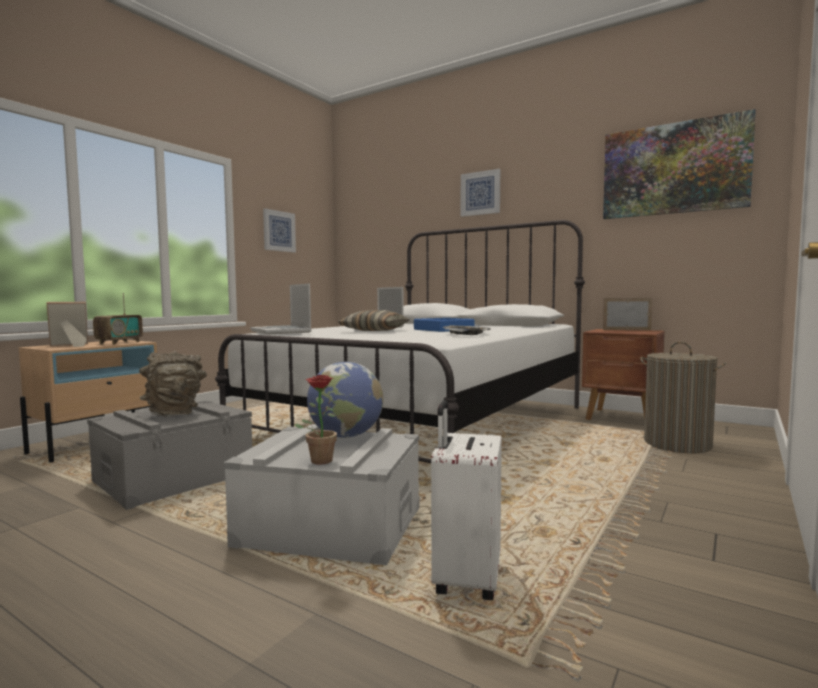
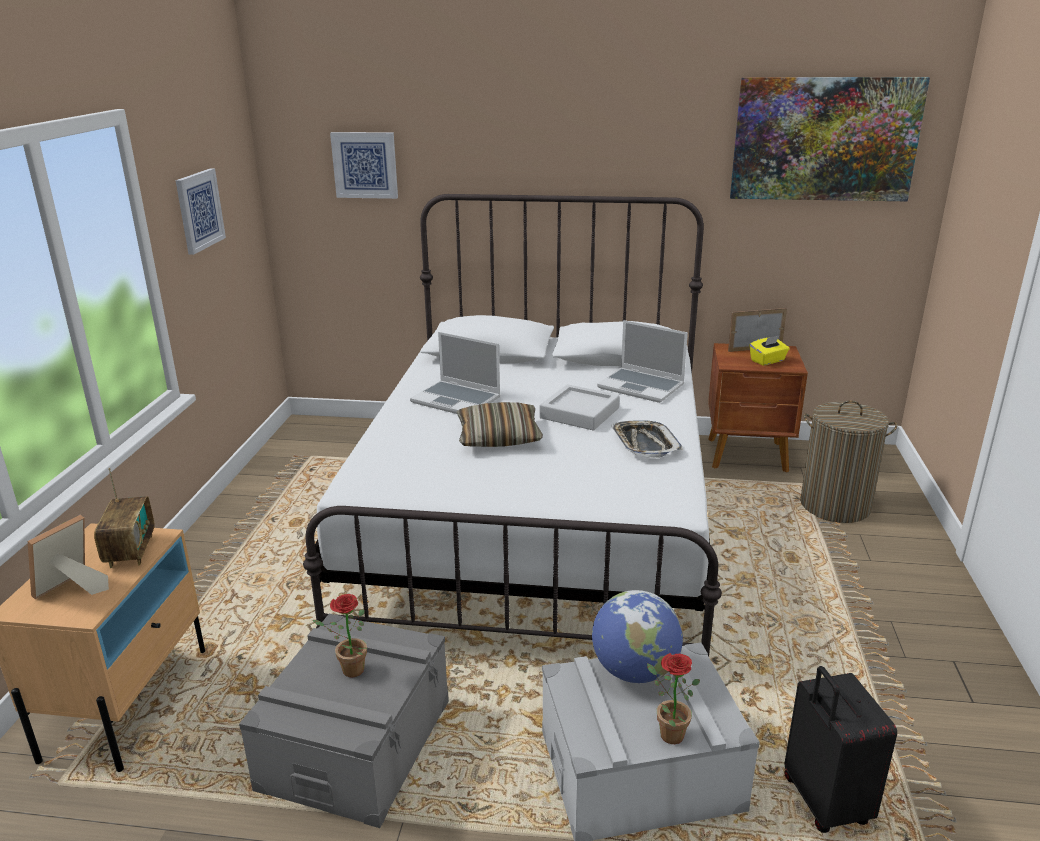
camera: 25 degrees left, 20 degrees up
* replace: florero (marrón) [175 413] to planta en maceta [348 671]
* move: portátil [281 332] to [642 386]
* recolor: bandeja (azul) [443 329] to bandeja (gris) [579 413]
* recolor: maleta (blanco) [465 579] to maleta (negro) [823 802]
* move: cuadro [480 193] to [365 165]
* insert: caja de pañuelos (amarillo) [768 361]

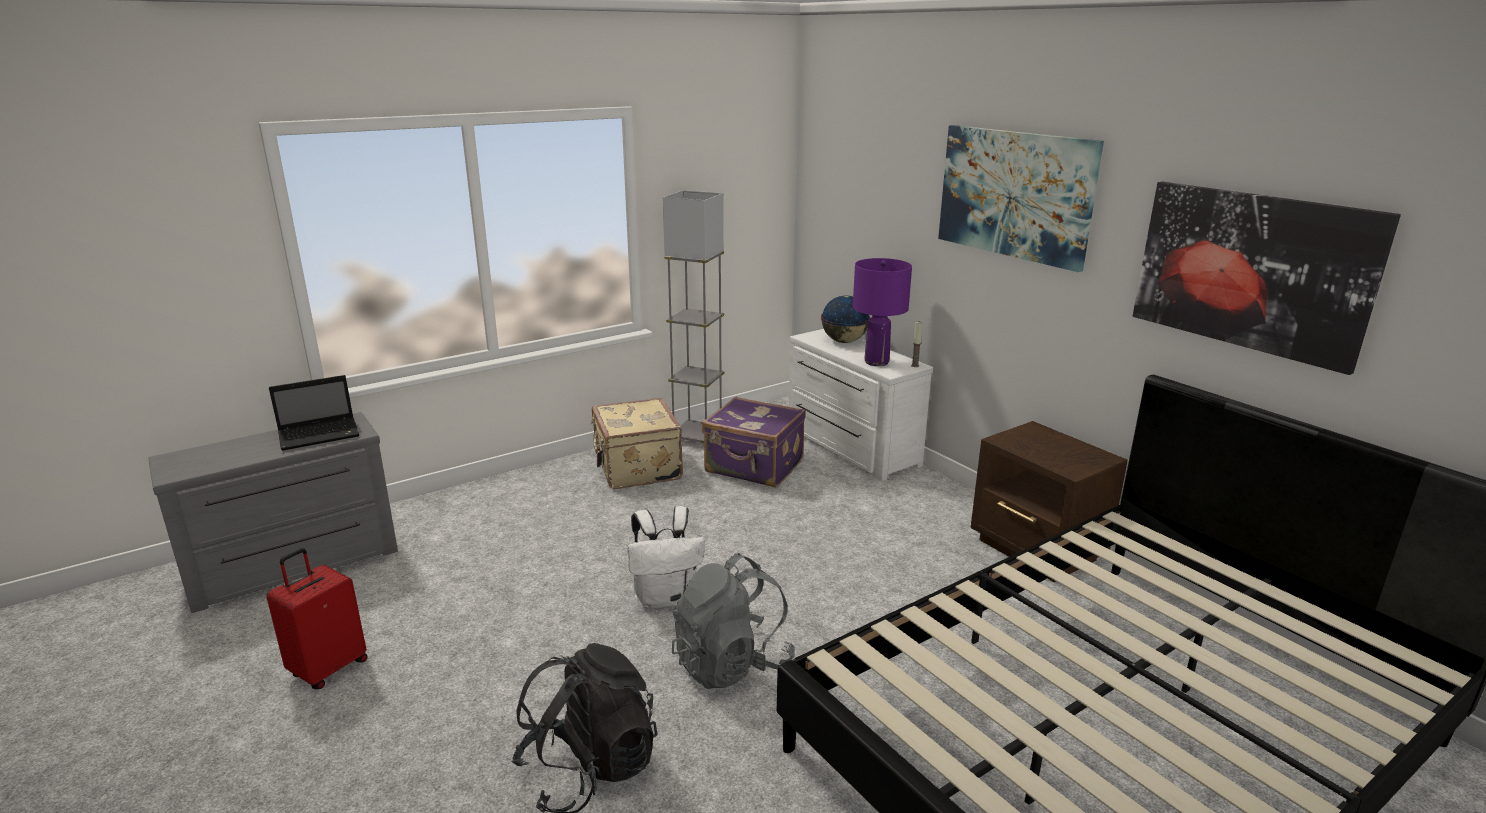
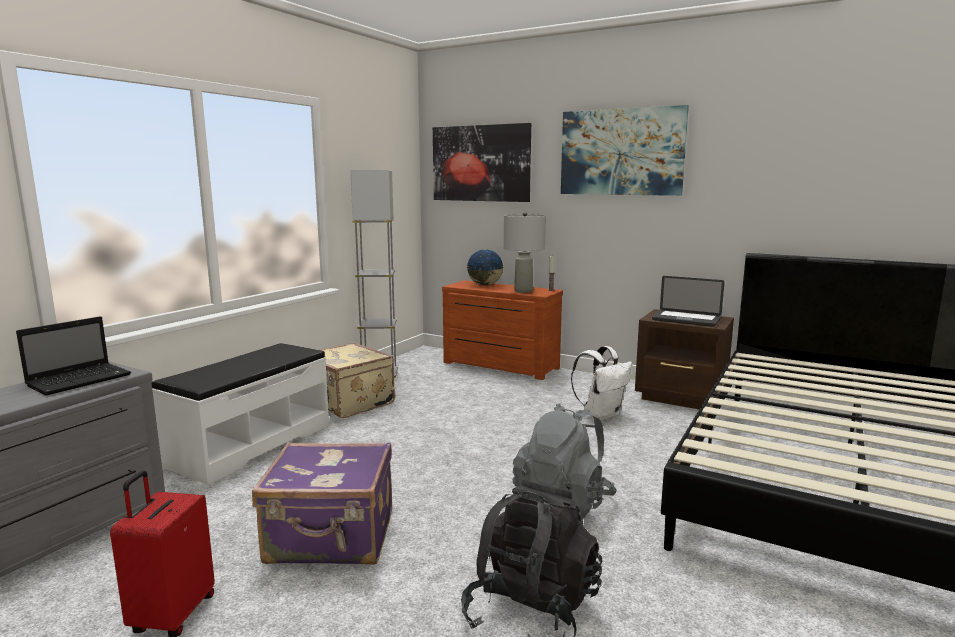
camera: 25 degrees left, 10 degrees down
* move: mochila (blanco) [665 597] to [601 414]
* move: maleta (morado) [754 467] to [332 538]
* recolor: cómoda (blanco) [849 447] to cómoda (marrón) [499 366]
* recolor: lámpara de mesa (morado) [876 362] to lámpara de mesa (gris) [523 291]
* move: cuadro [1251 271] to [481 163]
* insert: banco (blanco) [250 444]
* insert: portátil [686 319]

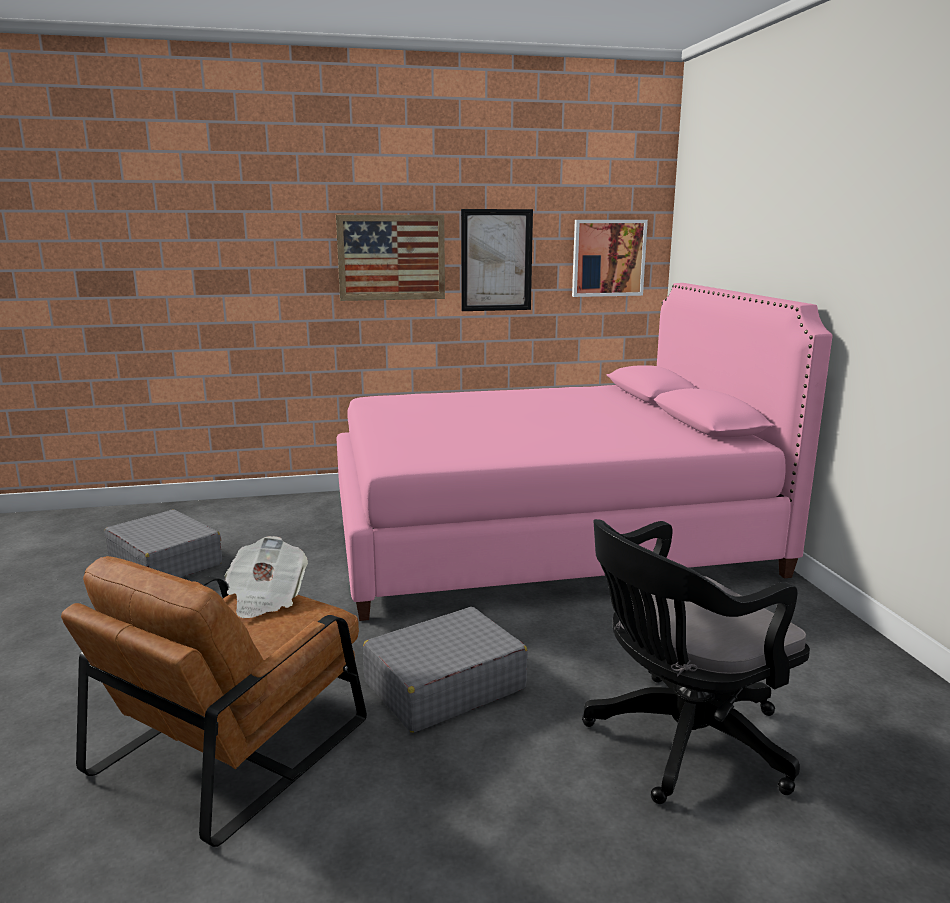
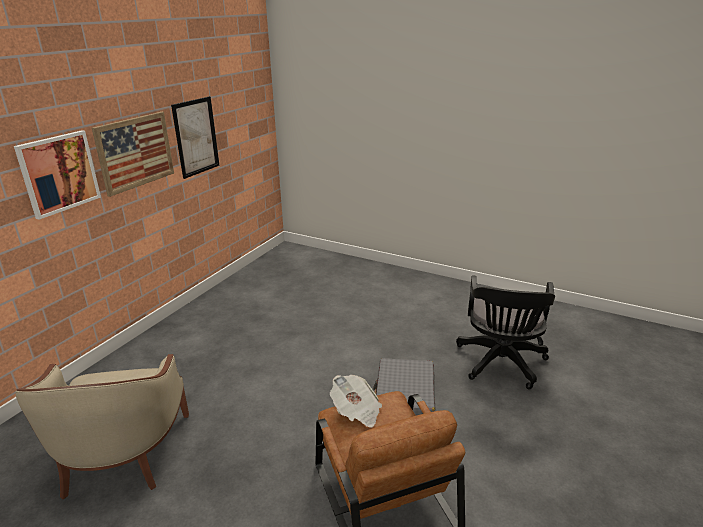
camera: 50 degrees left, 10 degrees up
* replace: maleta (gris) [165 562] to sillón (beis) [121 454]
* delete: cama (rosa) [542 535]
* move: cuadro [608 258] to [59 173]

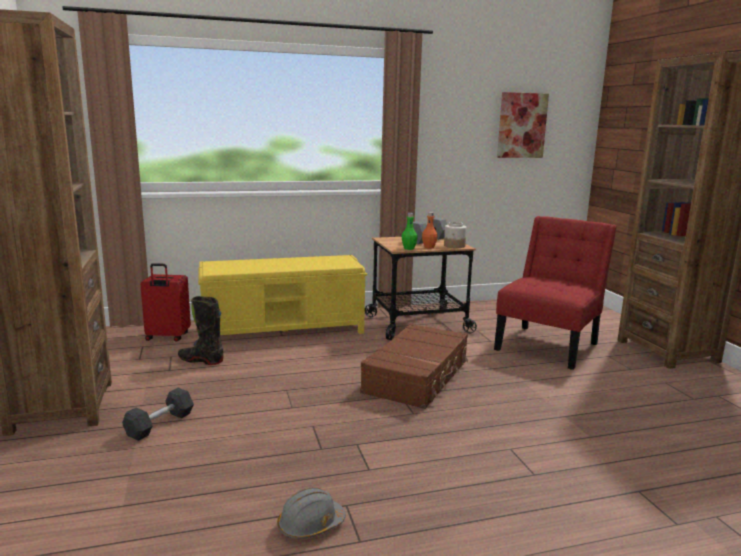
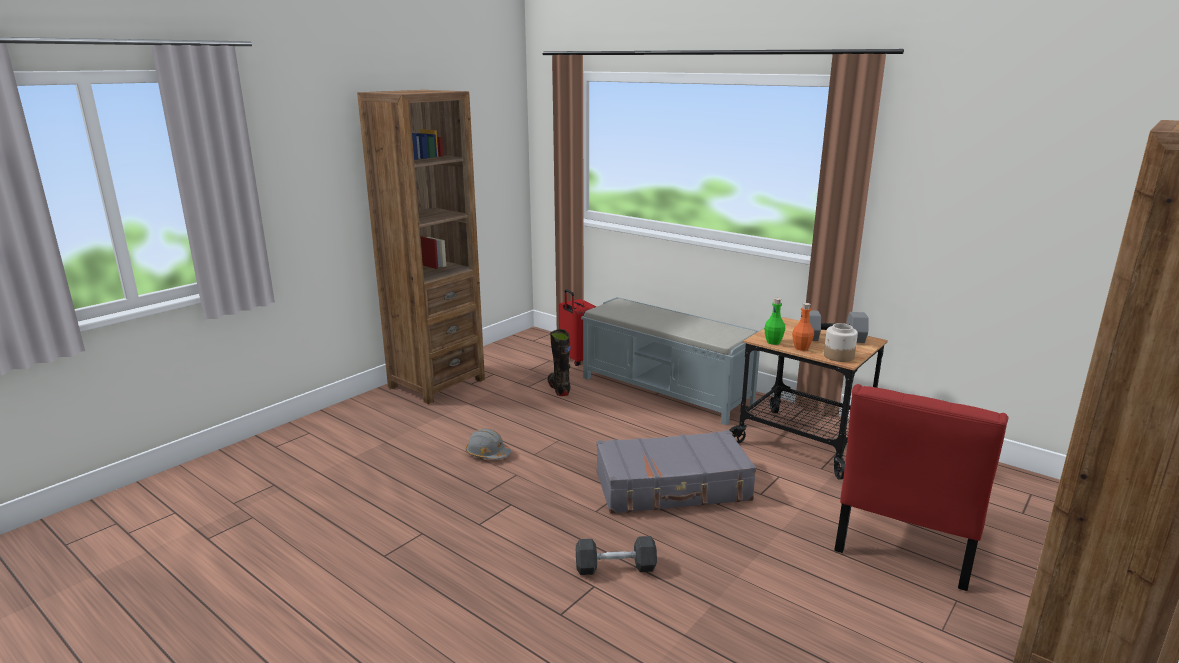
camera: 55 degrees right, 5 degrees up
* move: mancuerna (gris) [160 424] to [615 567]
* recolor: banco (amarillo) [284 330] to banco (gris) [667 390]
* move: casco (gris) [310 525] to [487 454]
* recolor: maleta (marrón) [417 377] to maleta (gris) [673 487]
* rotate: silla (rojo) [549 345] = [904 542] 120 degrees clockwise
* delete: cuadro [521 125]

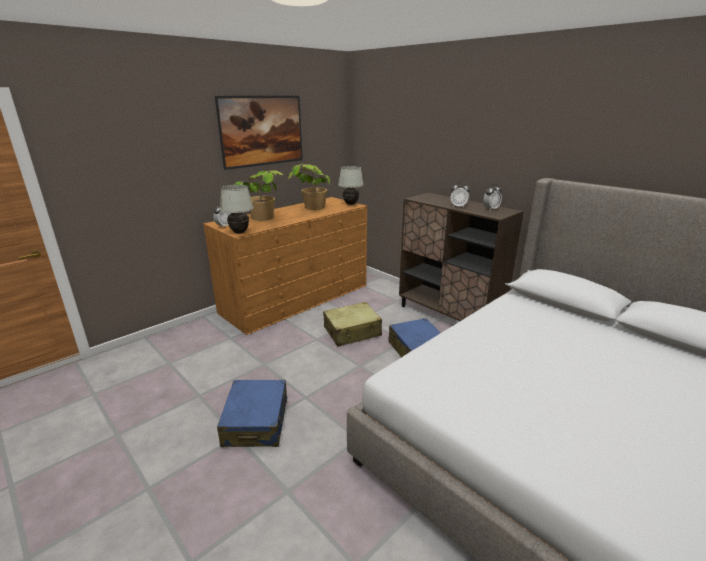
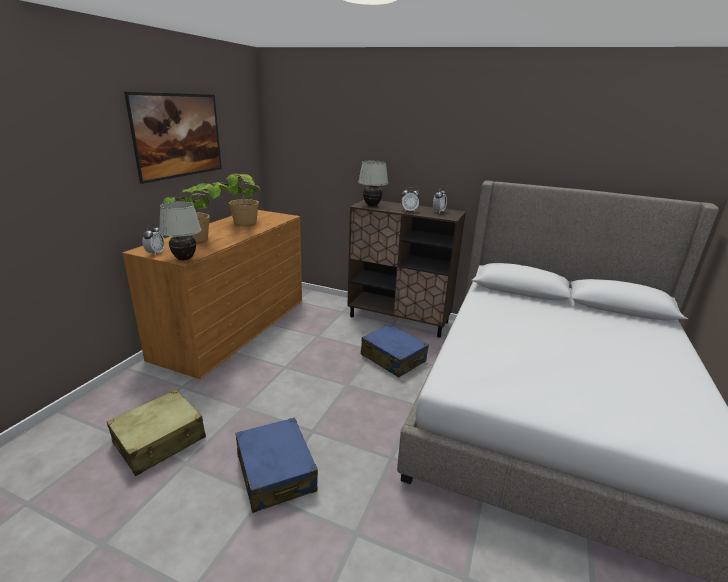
camera: 25 degrees left, 0 degrees up
* move: maleta (beis) [352 332] to [160 440]
* move: lámpara de mesa (blanco) [350 204] to [372 205]

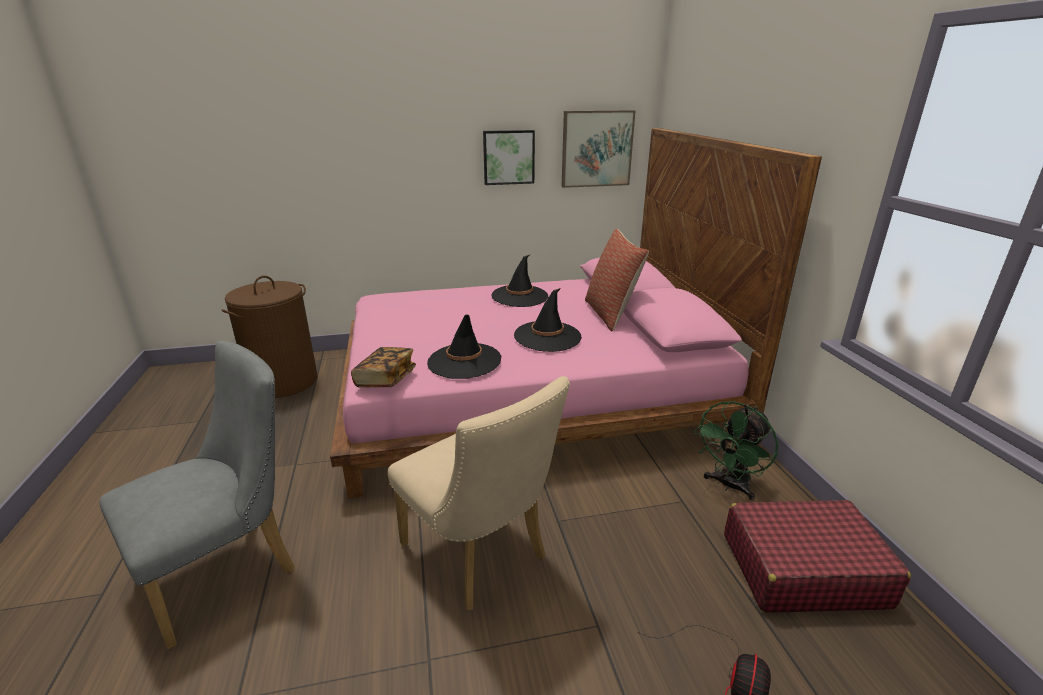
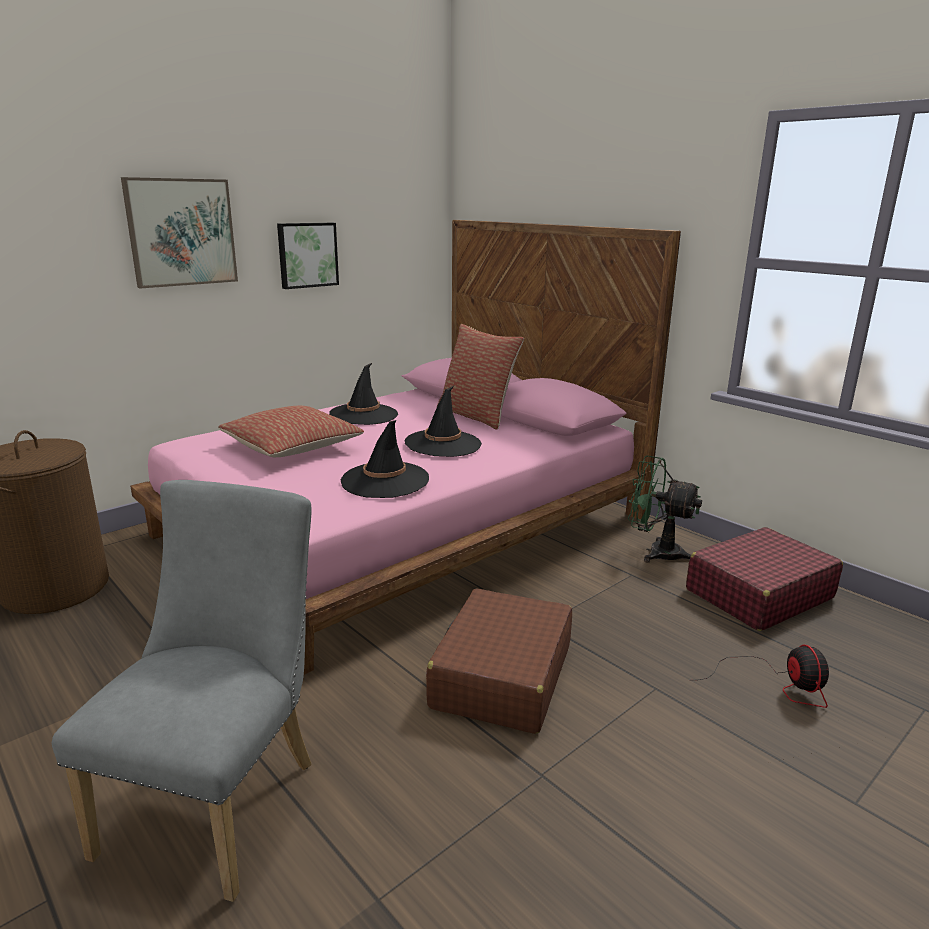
camera: 30 degrees left, 5 degrees down
* delete: libro [385 379]
* replace: silla (beis) [480 556] to maleta (marrón) [501 676]
* move: cuadro [596 149] to [181 232]
* rotate: ventilador (verde) [729 485] = [656 552] 105 degrees clockwise
* insert: cojín [292 447]

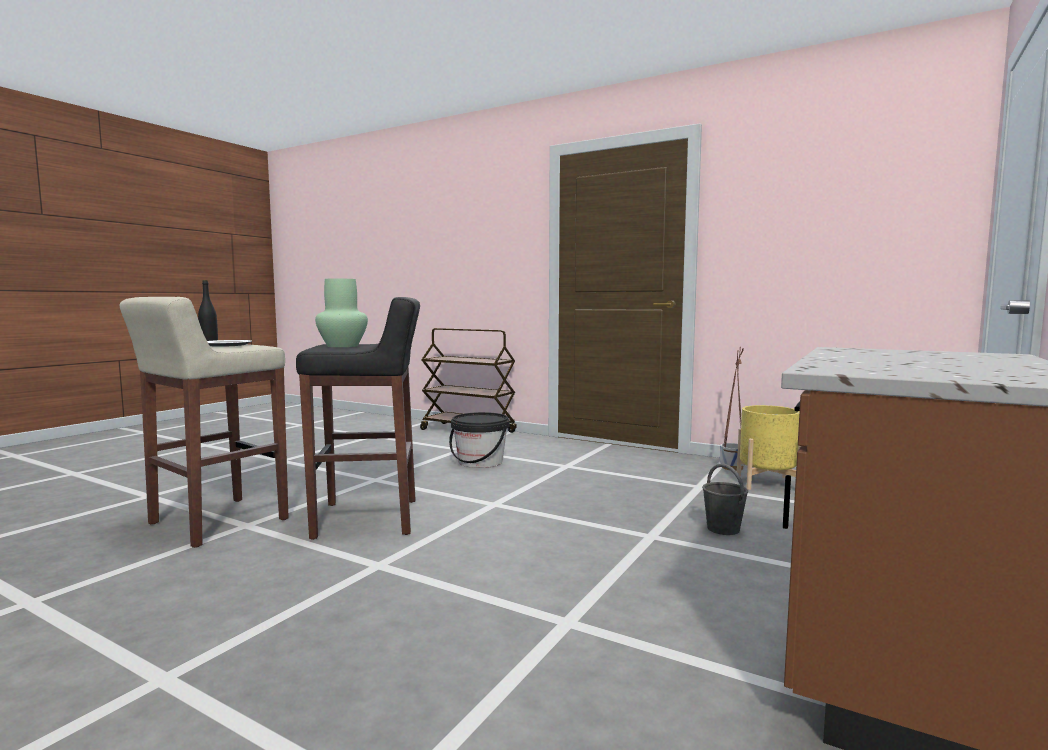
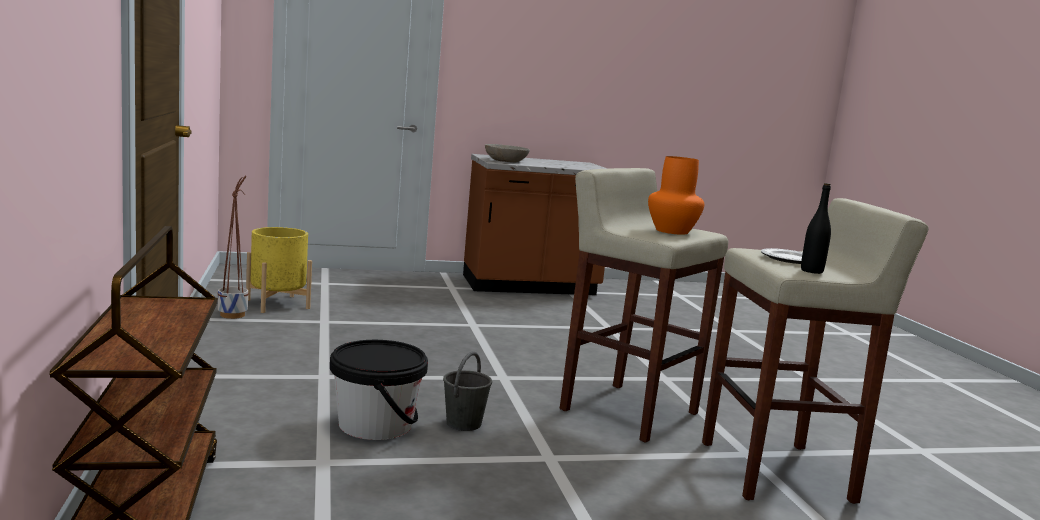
camera: 135 degrees left, 5 degrees up
* recolor: taburete (negro) [369 518] to taburete (beis) [627 411]
* recolor: florero (verde) [343 346] to florero (naranja) [671 231]
* move: cubo (gris) [723 529] to [464 423]
* insert: cuenco (gris) [506 161]

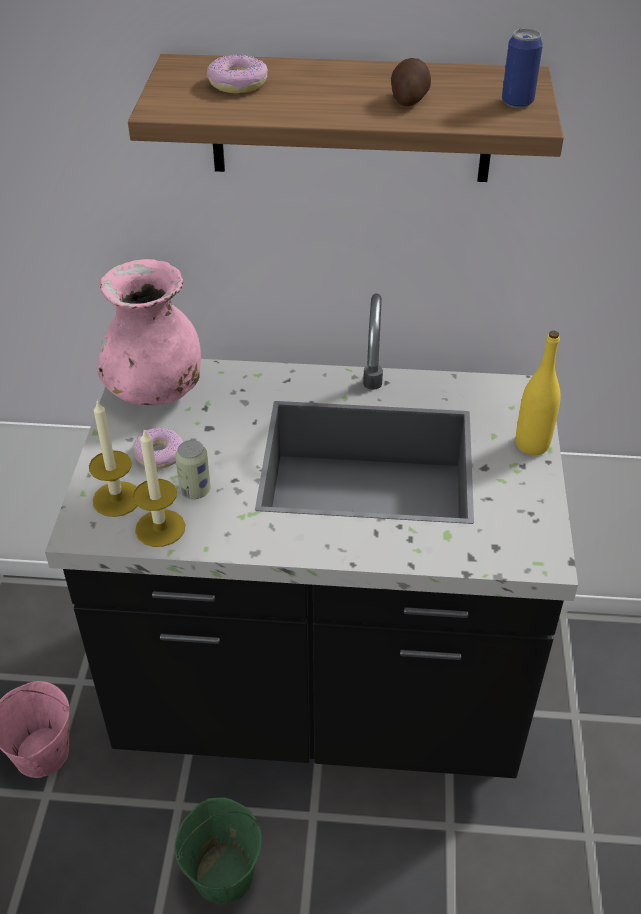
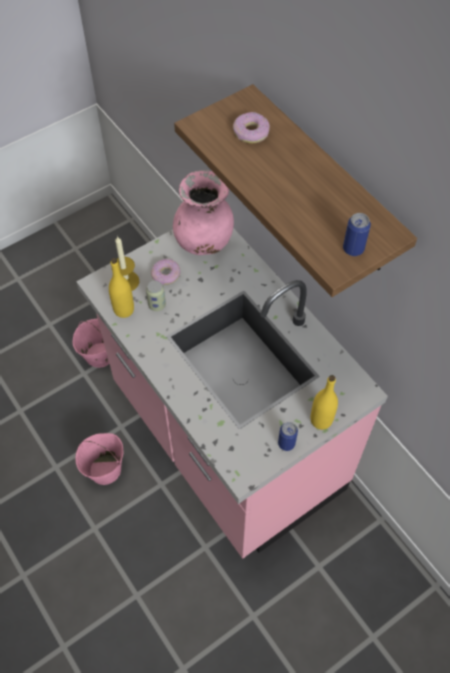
camera: 50 degrees right, 15 degrees up
* recolor: mueble bajo de cocina (negro) [320 694] to mueble bajo de cocina (rosa) [225 439]
* replace: vela [160 528] to botella (amarillo) [124 310]
* recolor: cubo (verde) [223 874] to cubo (rosa) [105 469]
* delete: patata [409 99]
* insert: lata [286 443]

